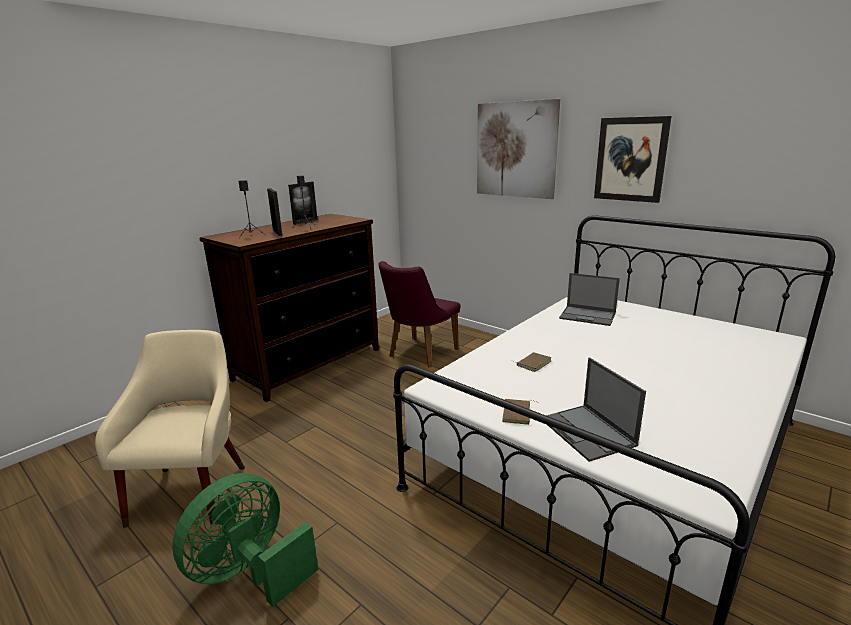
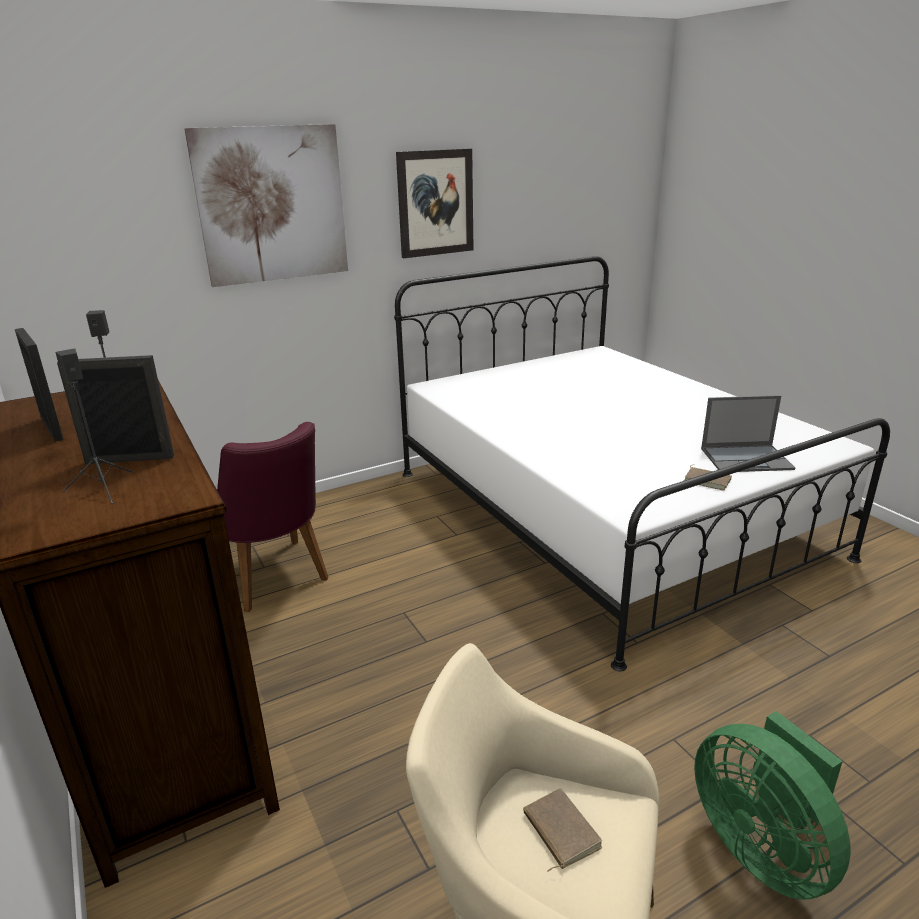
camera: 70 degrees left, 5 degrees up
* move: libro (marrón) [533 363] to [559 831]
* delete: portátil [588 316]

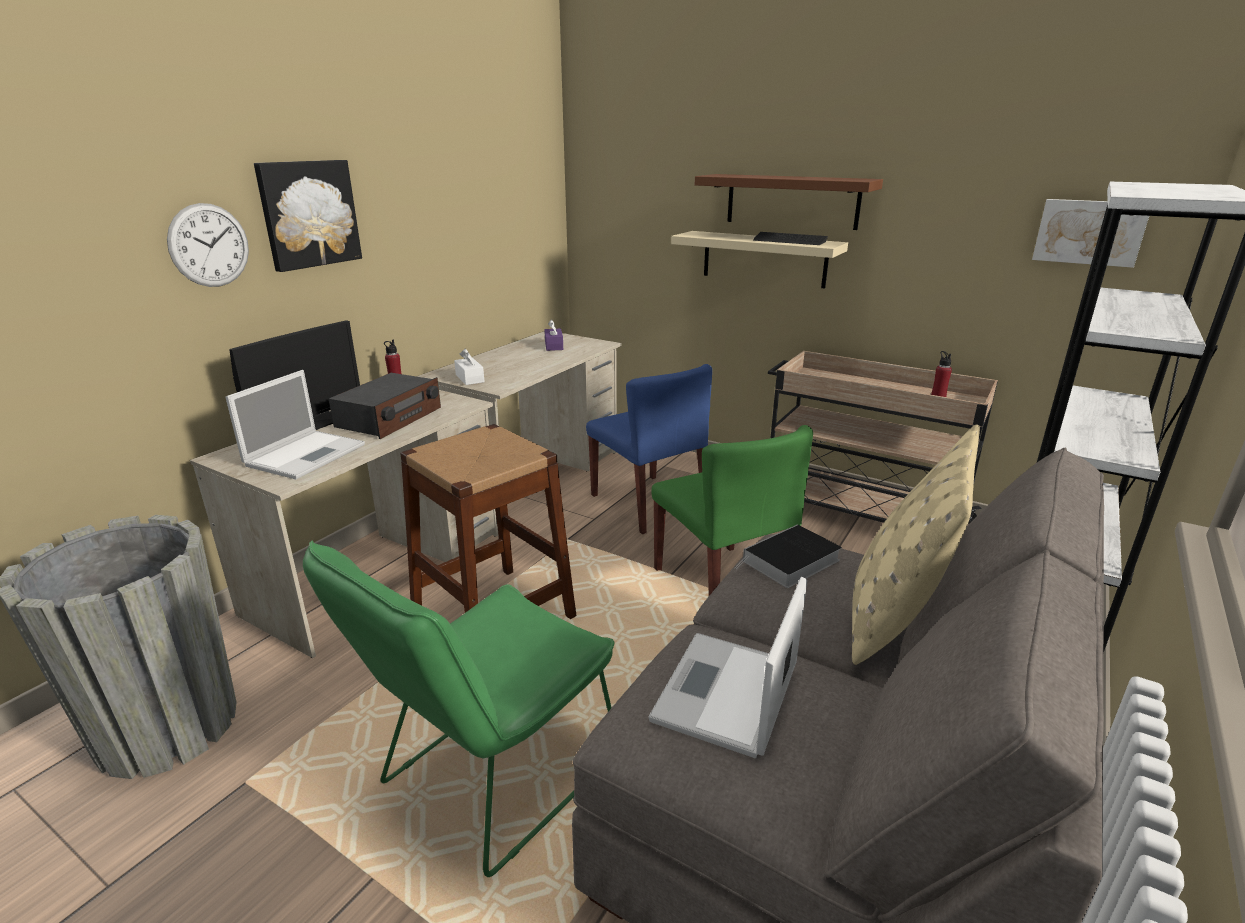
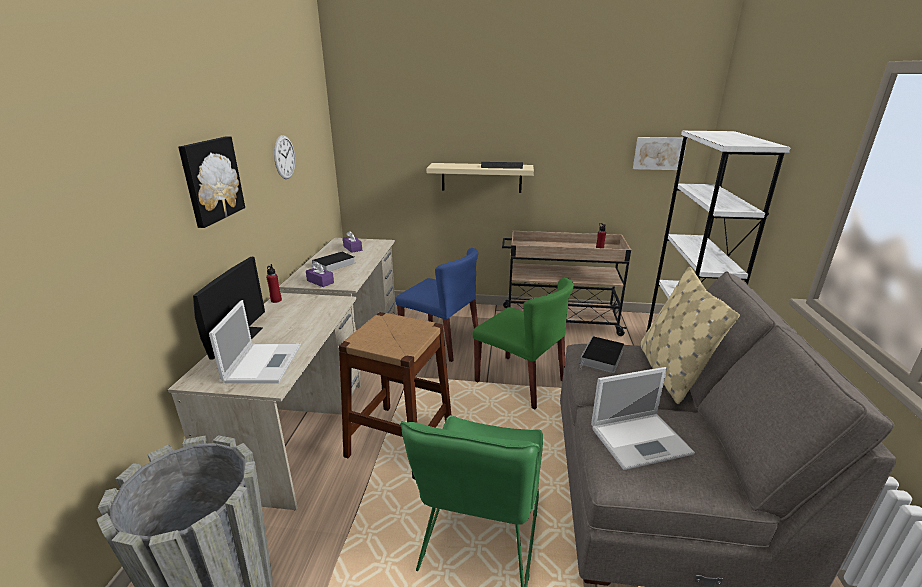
camera: 25 degrees left, 0 degrees up
* move: reloj de pared [209 245] to [284 157]
* delete: radio [389 418]
* recolor: caja de pañuelos (blanco) [469 378] to caja de pañuelos (morado) [320 282]
* rotate: portátil [725 695] = [641 439] 105 degrees counterclockwise
* delete: estante (marrón) [792 201]
* insert: libro [333 264]

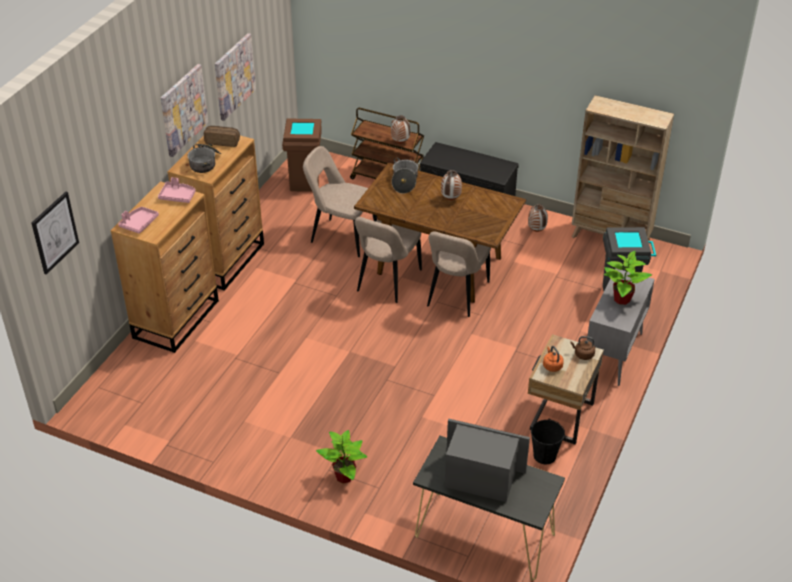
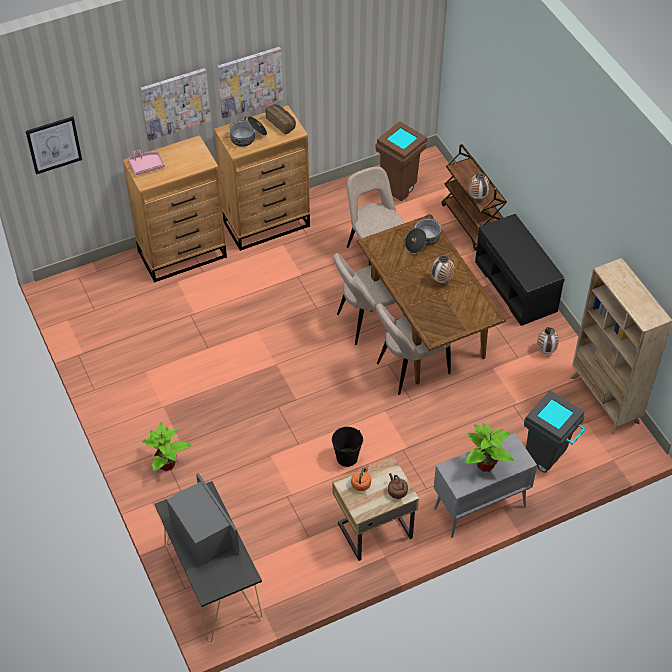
camera: 40 degrees right, 10 degrees up
* delete: bandeja (rosa) [177 196]
* move: cuadro [234 76] to [175 103]
* move: cubo (negro) [544 455] to [346 457]

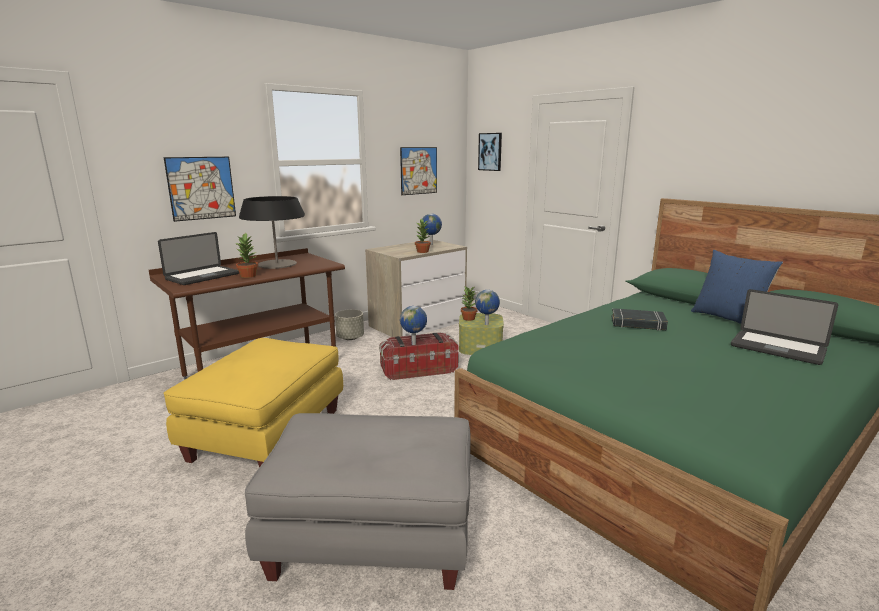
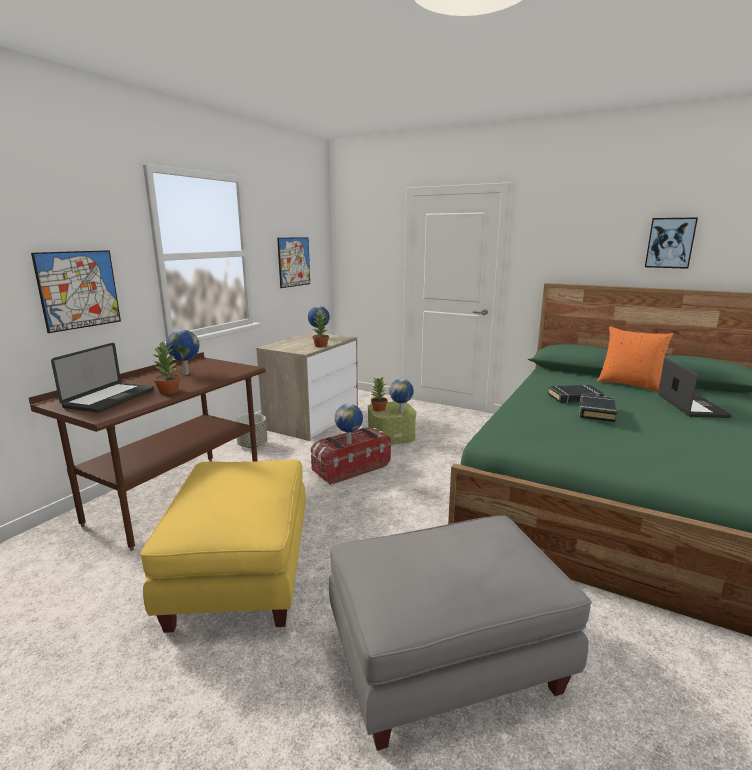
camera: 20 degrees left, 0 degrees up
* replace: lámpara de mesa [277 264] to globo terráqueo [185 374]
* move: cuadro [490 152] to [670 243]
* recolor: cojín (azul) [728 318] to cojín (naranja) [629 384]
* rotate: portátil [777 348] = [691 406] 105 degrees counterclockwise
* insert: libro (negro) [596 411]

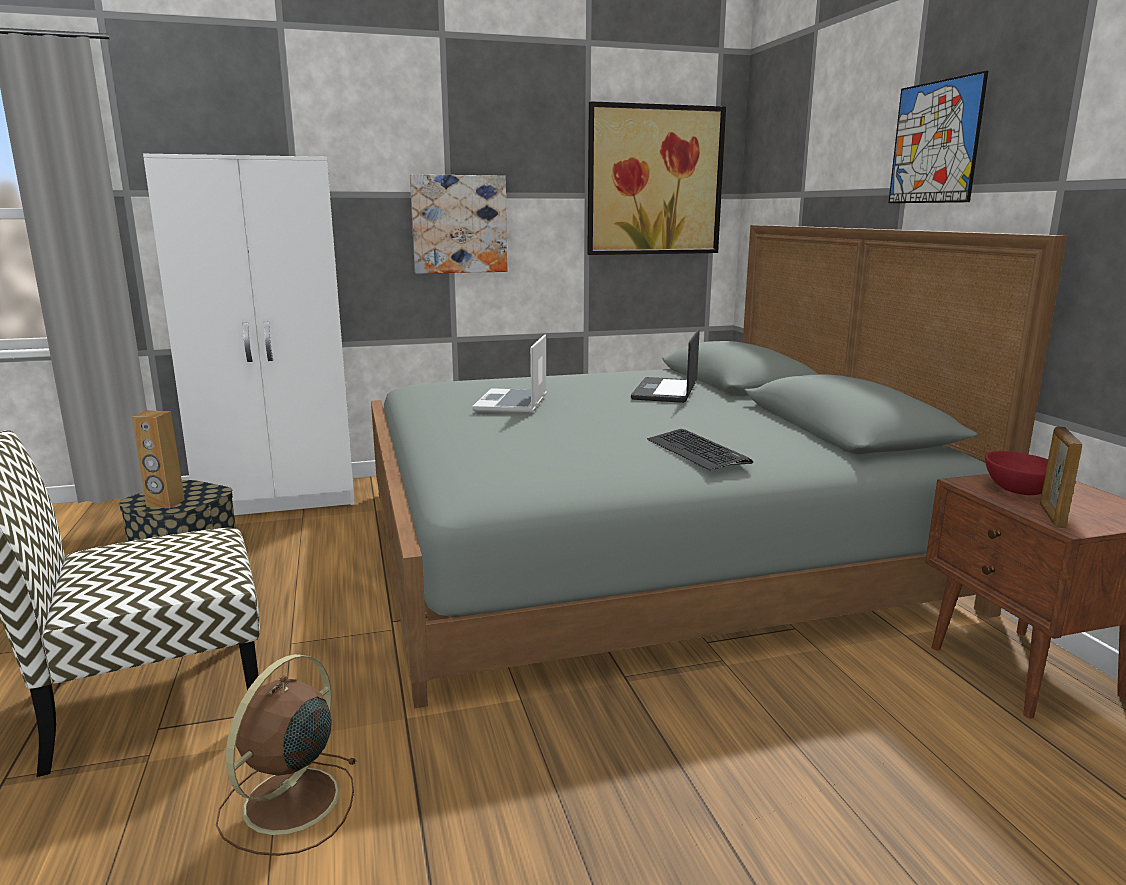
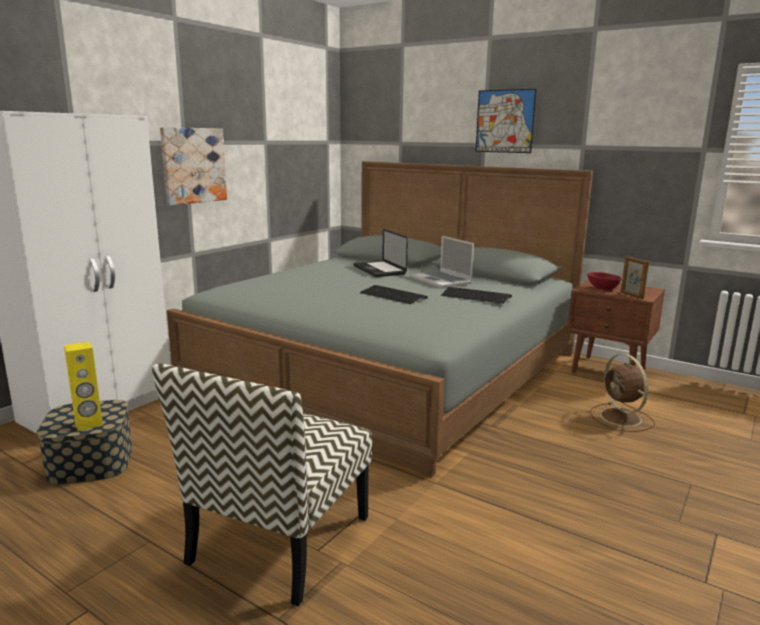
camera: 40 degrees left, 0 degrees up
* recolor: altavoz (marrón) [165 503] to altavoz (amarillo) [89 424]
* move: ventilador (marrón) [288 803] to [621 418]
* move: portátil [512 403] to [442 281]
* delete: cuadro [654 181]
* insert: teclado [393 296]

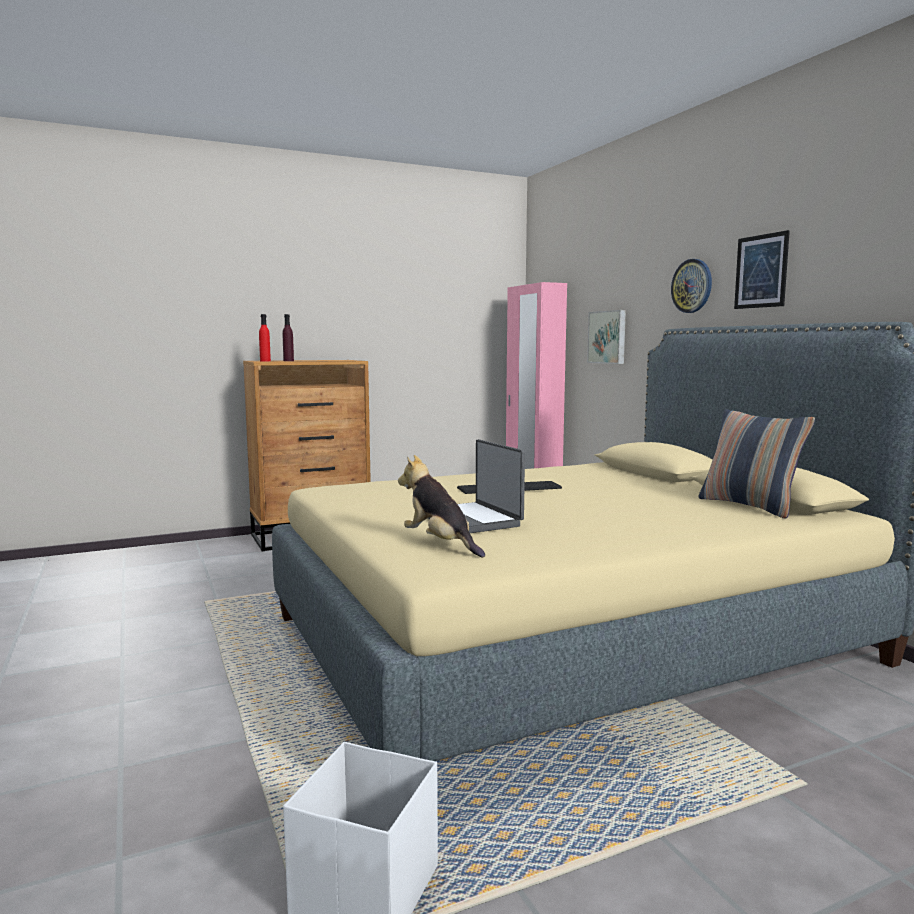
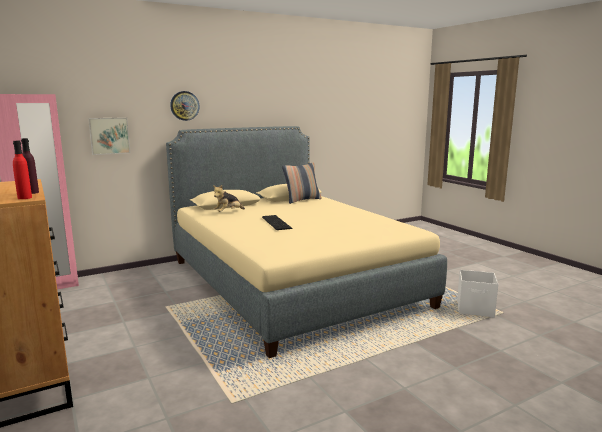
camera: 95 degrees left, 5 degrees up
* move: peluche [440 544] to [228 212]
* delete: portátil [471 520]
* delete: cuadro [761 271]

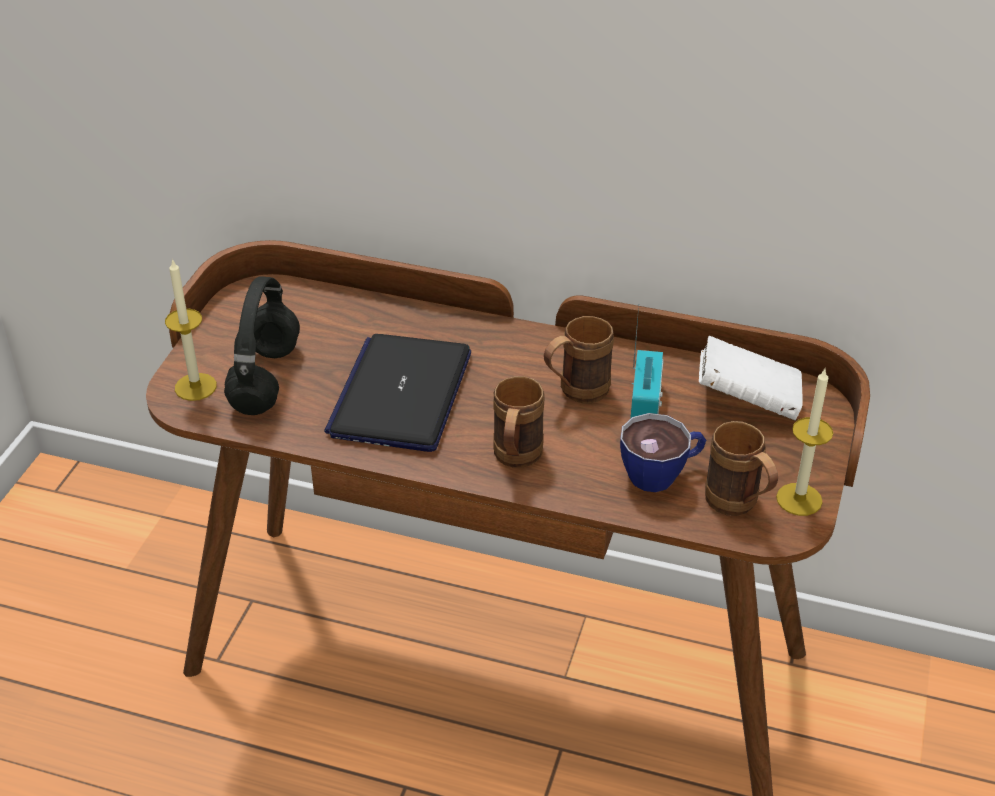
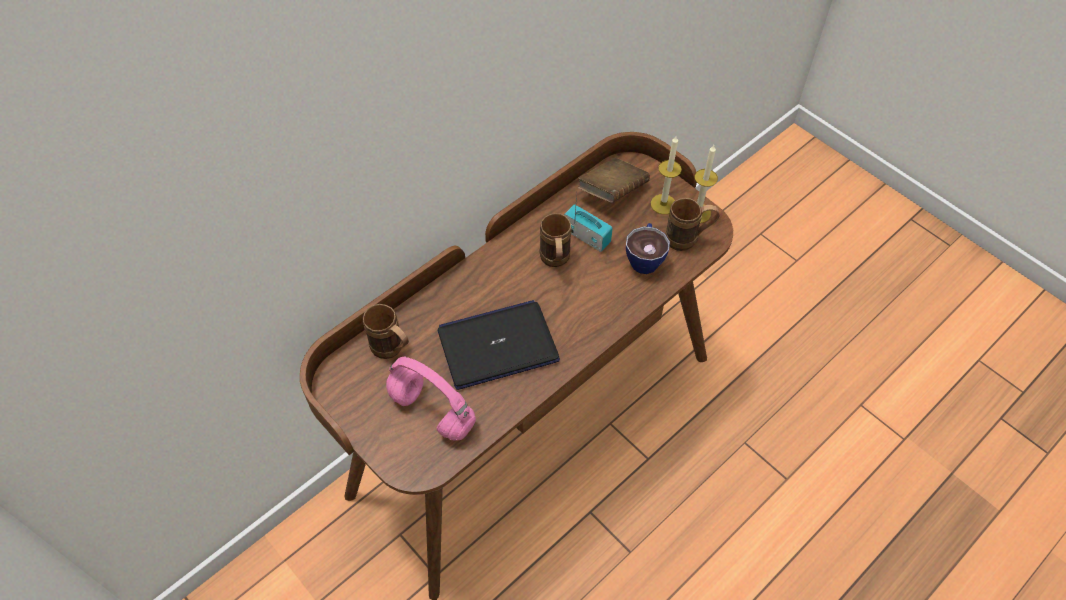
camera: 60 degrees left, 15 degrees up
* move: vela [195 387] to [663 204]
* recolor: auriculares (negro) [265 378] to auriculares (rosa) [430 411]
* rotate: portátil [401 394] = [498 345] 120 degrees clockwise
* move: taza grande (marrón) [515 460] to [392 350]
* recolor: libro (blanco) [747 400] to libro (marrón) [612 191]

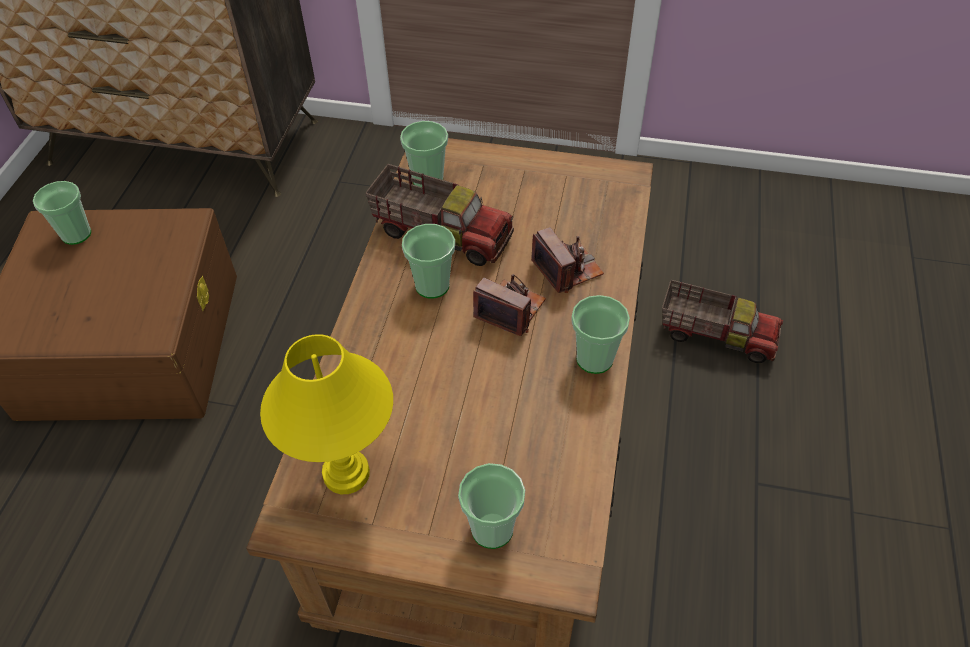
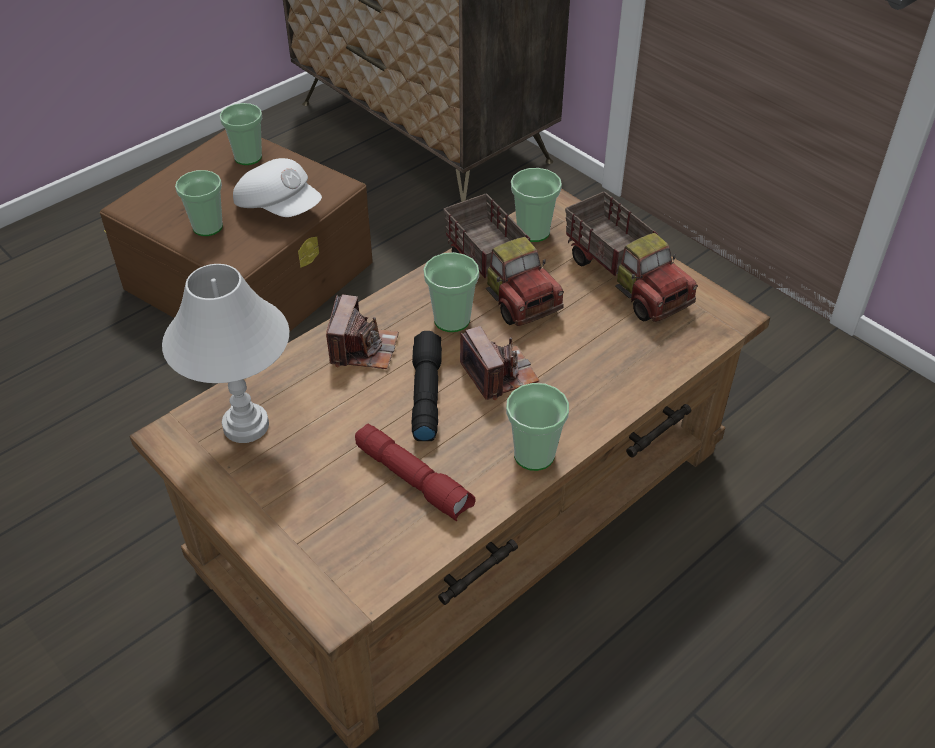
camera: 35 degrees right, 5 degrees down
* recolor: lámpara de mesa (amarillo) [345 473] to lámpara de mesa (blanco) [245 425]
* move: taza [492 529] to [207 227]
* move: cámara [567 269] to [363 349]
* move: camión de juguete [716 335] to [626 278]
* insert: gorra (blanco) [280 207]
* insert: linterna (rojo) [414 480]
* insert: linterna (negro) [425 393]

